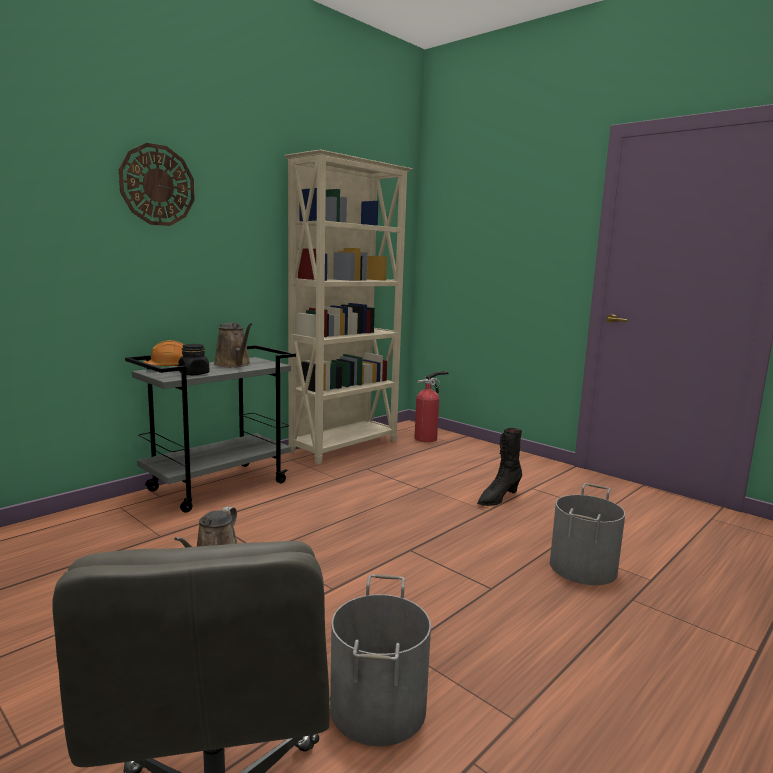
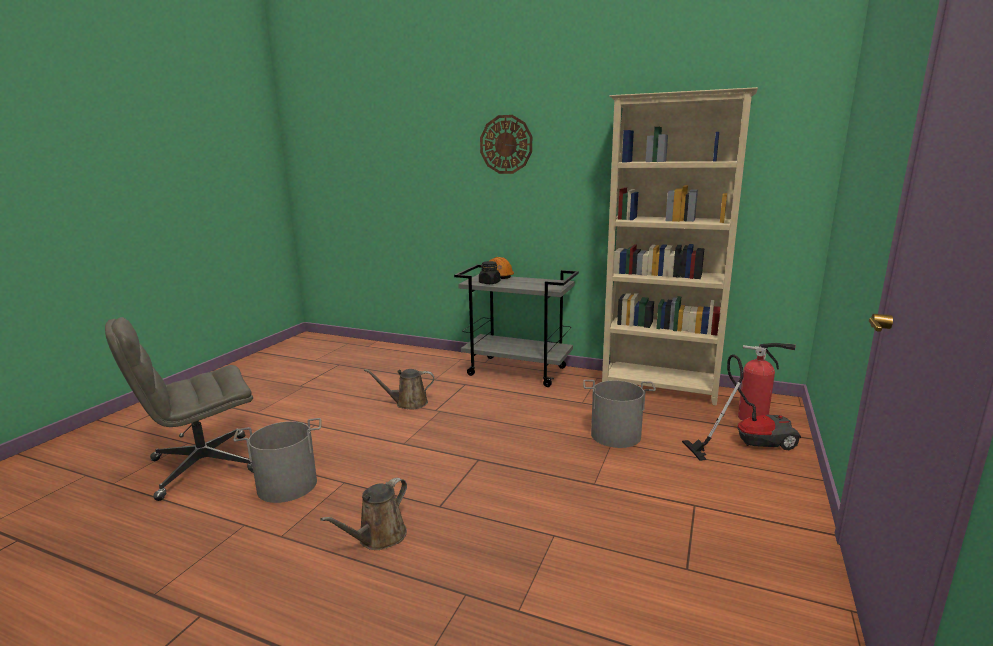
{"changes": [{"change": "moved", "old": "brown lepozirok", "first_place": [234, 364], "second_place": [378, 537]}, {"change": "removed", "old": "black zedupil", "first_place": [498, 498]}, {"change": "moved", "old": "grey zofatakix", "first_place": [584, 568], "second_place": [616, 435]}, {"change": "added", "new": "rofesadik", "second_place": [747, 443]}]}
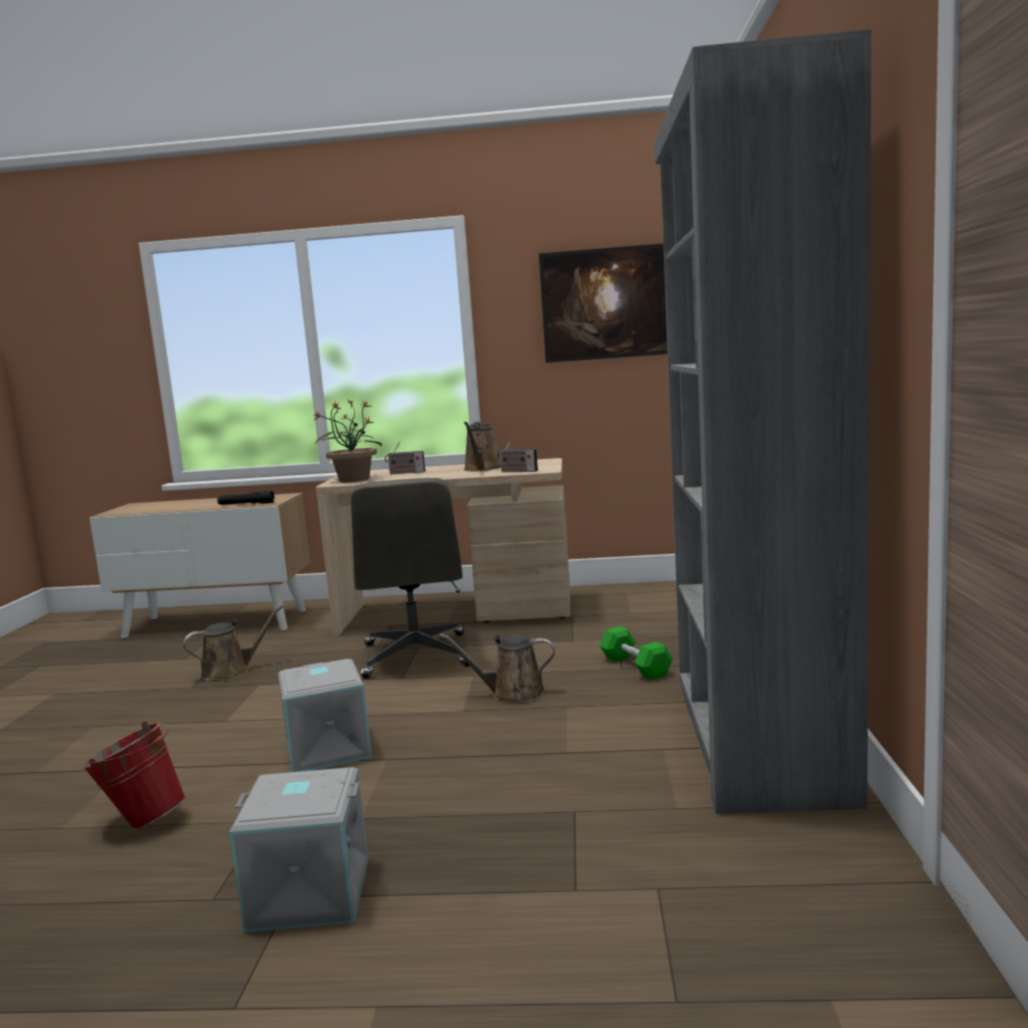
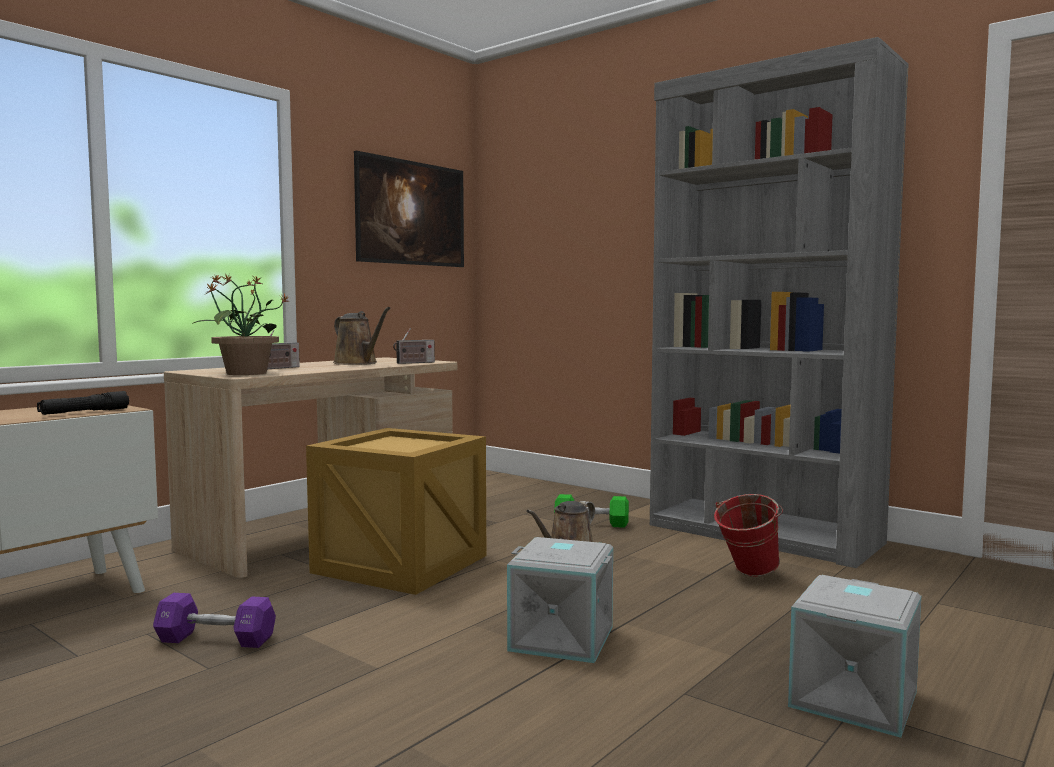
{"changes": [{"change": "replaced", "old": "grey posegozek", "new": "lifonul", "first_place": [416, 656], "second_place": [399, 564]}, {"change": "replaced", "old": "brown lepozirok", "new": "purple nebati", "first_place": [230, 672], "second_place": [216, 639]}, {"change": "moved", "old": "red zofatakix", "first_place": [142, 821], "second_place": [747, 574]}]}
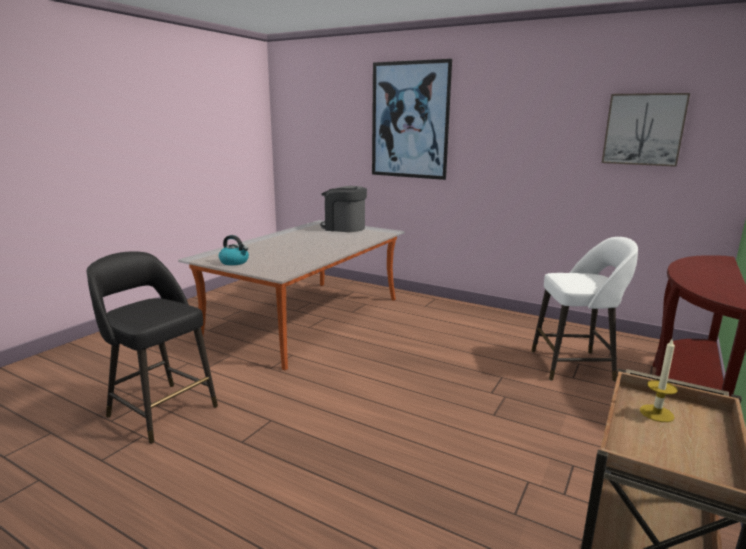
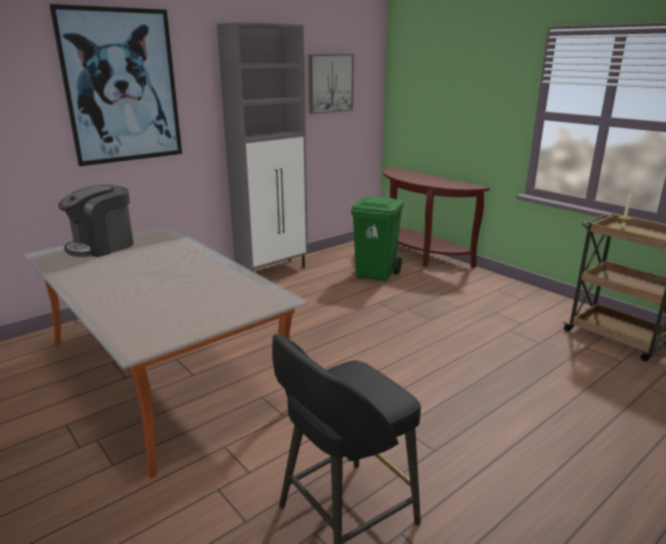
{"changes": [{"change": "removed", "old": "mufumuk", "first_place": [234, 262]}, {"change": "replaced", "old": "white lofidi", "new": "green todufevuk", "first_place": [574, 365], "second_place": [376, 274]}, {"change": "added", "new": "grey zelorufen", "second_place": [273, 271]}]}
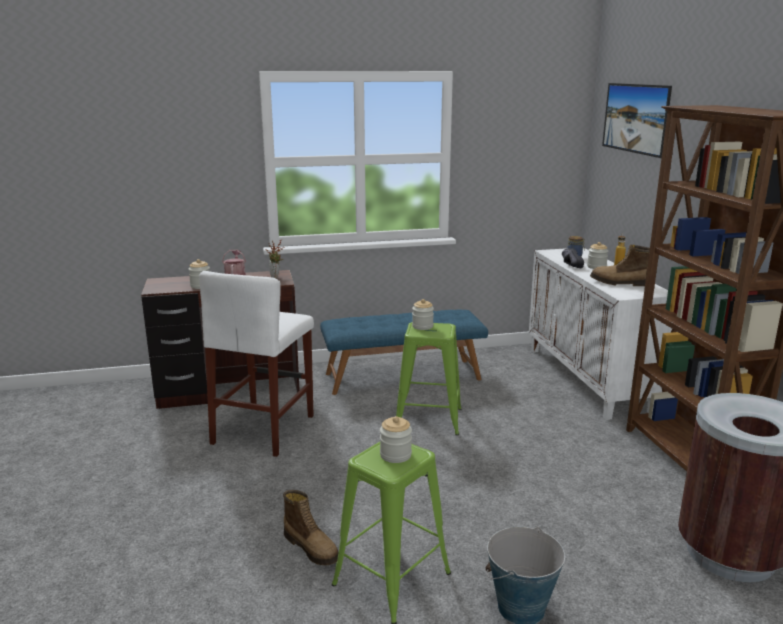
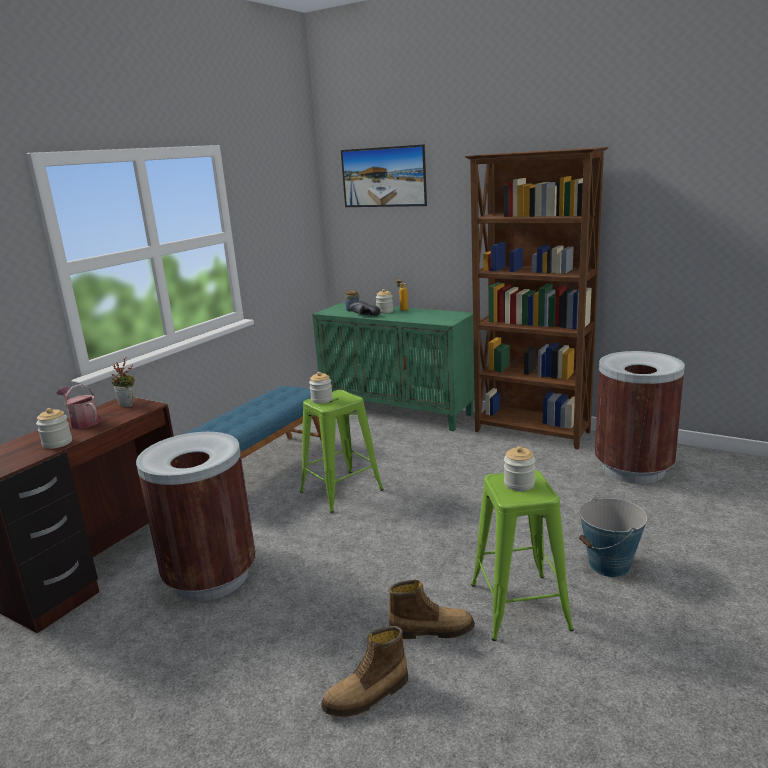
{"changes": [{"change": "moved", "old": "zedupil", "first_place": [619, 283], "second_place": [367, 696]}, {"change": "recoloured", "old": "white zelorufen", "new": "green zelorufen", "first_place": [589, 379], "second_place": [398, 411]}, {"change": "replaced", "old": "white lofidi", "new": "brown todufevuk", "first_place": [264, 429], "second_place": [210, 577]}]}
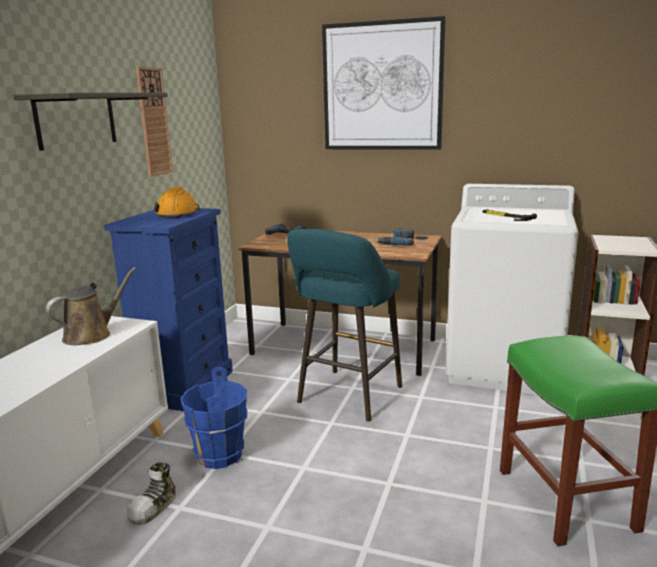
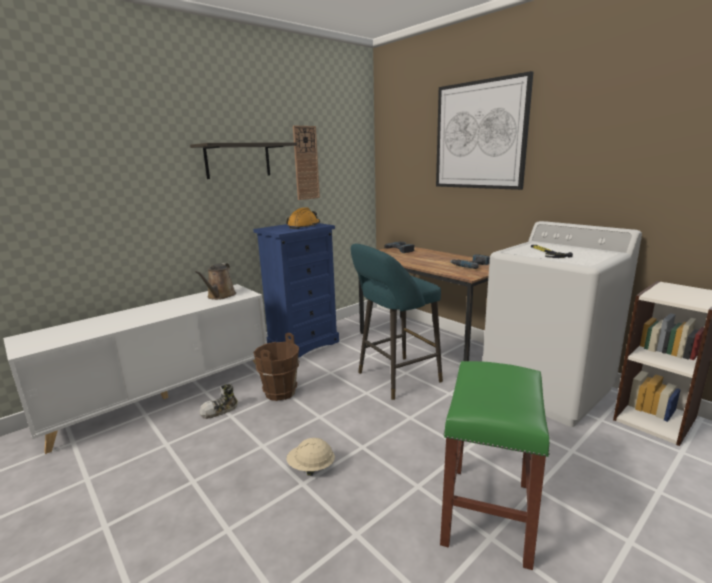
{"changes": [{"change": "turned", "old": "brown lepozirok", "first_place": [91, 335], "second_place": [220, 296], "degrees": 120}, {"change": "recoloured", "old": "blue zofatakix", "new": "brown zofatakix", "first_place": [219, 455], "second_place": [280, 392]}, {"change": "added", "new": "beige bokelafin", "second_place": [311, 468]}]}
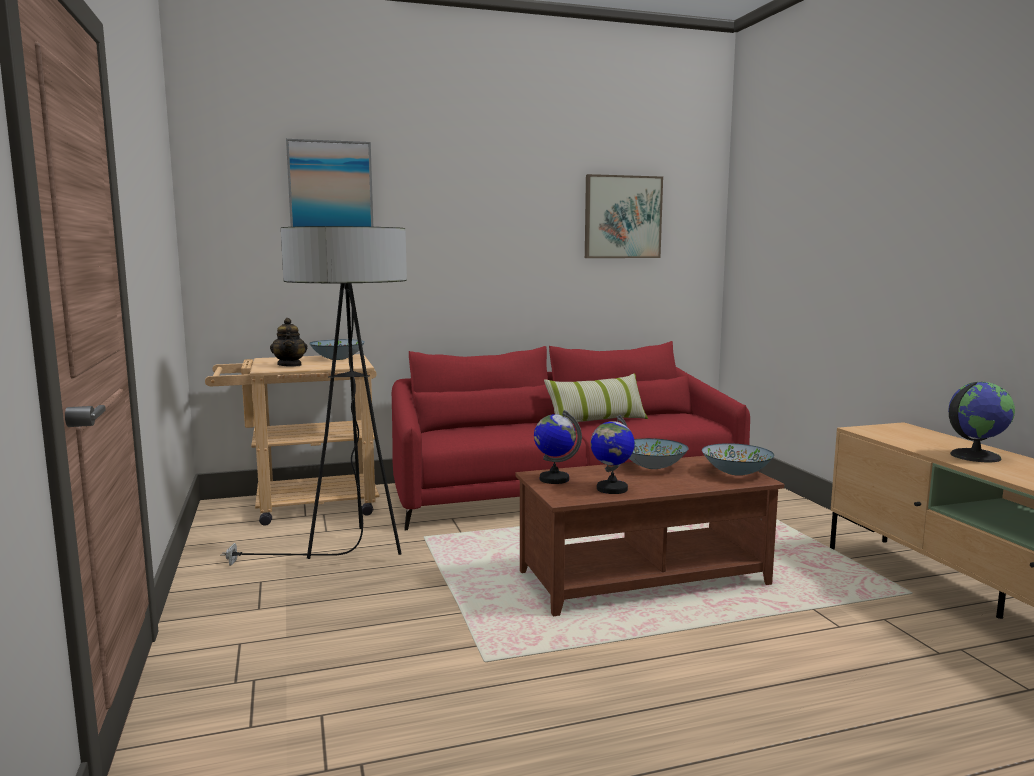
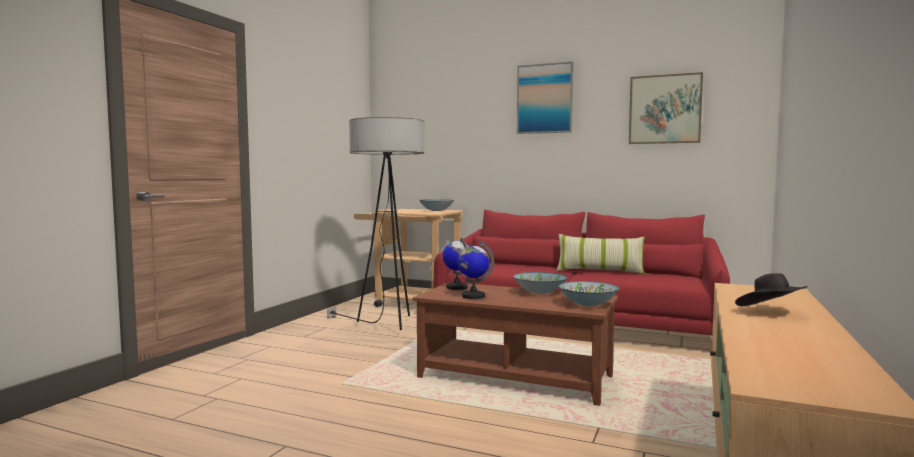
{"changes": [{"change": "moved", "old": "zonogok", "first_place": [330, 192], "second_place": [545, 99]}, {"change": "removed", "old": "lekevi", "first_place": [290, 365]}, {"change": "replaced", "old": "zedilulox", "new": "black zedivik", "first_place": [974, 456], "second_place": [770, 312]}]}
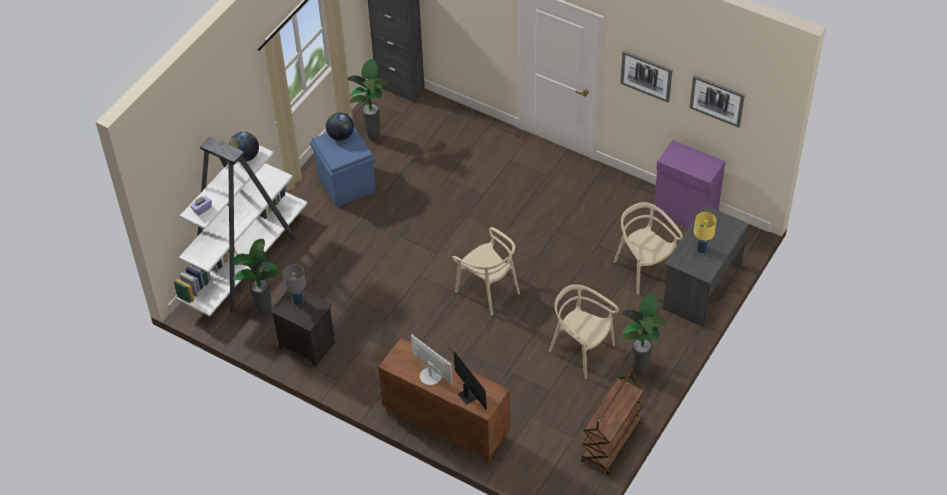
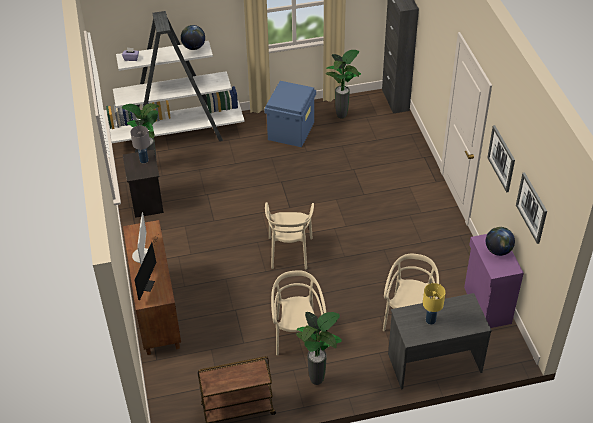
{"changes": [{"change": "moved", "old": "zedilulox", "first_place": [340, 135], "second_place": [498, 250]}]}
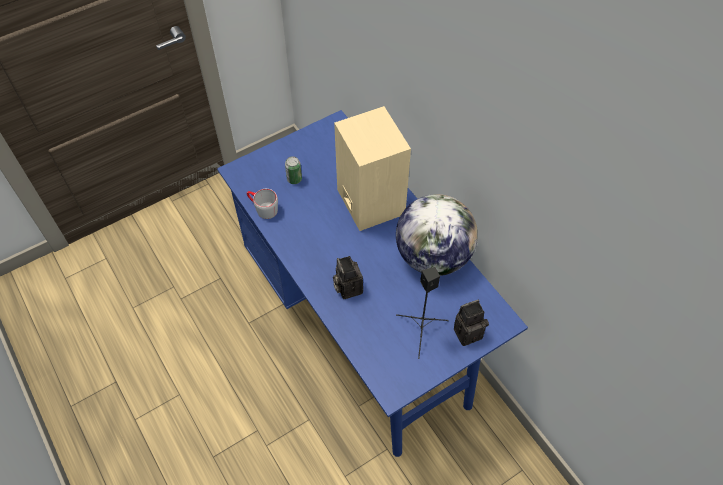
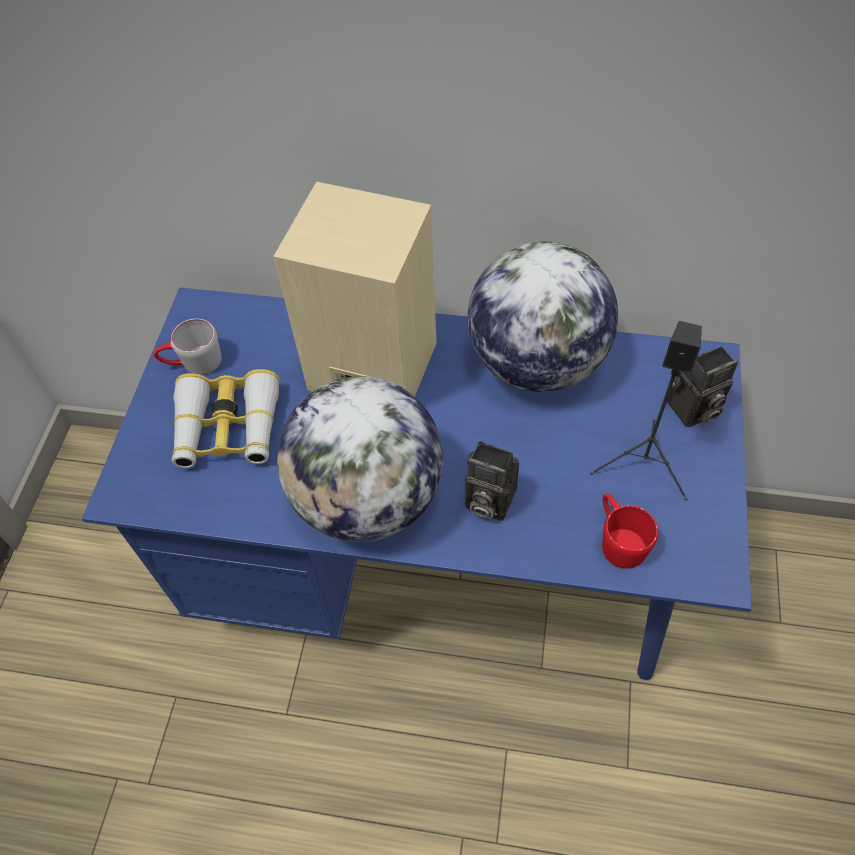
{"changes": [{"change": "replaced", "old": "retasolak", "new": "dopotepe", "first_place": [294, 179], "second_place": [228, 429]}, {"change": "moved", "old": "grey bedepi", "first_place": [262, 208], "second_place": [193, 363]}, {"change": "turned", "old": "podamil", "first_place": [468, 331], "second_place": [691, 411], "degrees": -135}, {"change": "added", "new": "zedilulox", "second_place": [368, 498]}, {"change": "added", "new": "red bedepi", "second_place": [617, 539]}]}
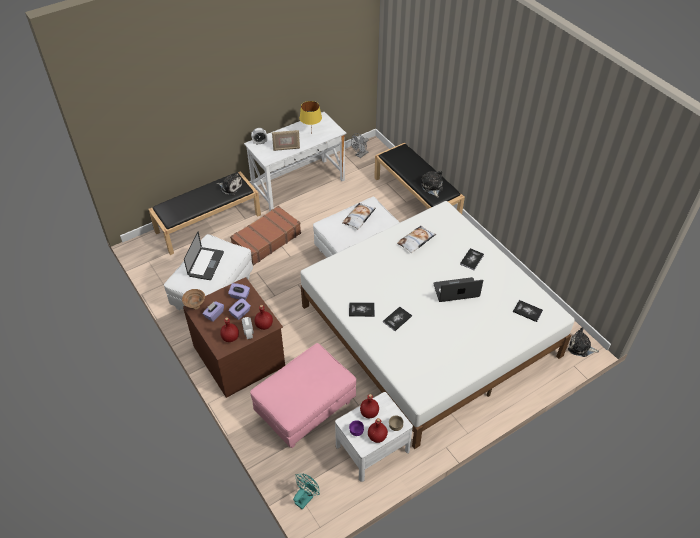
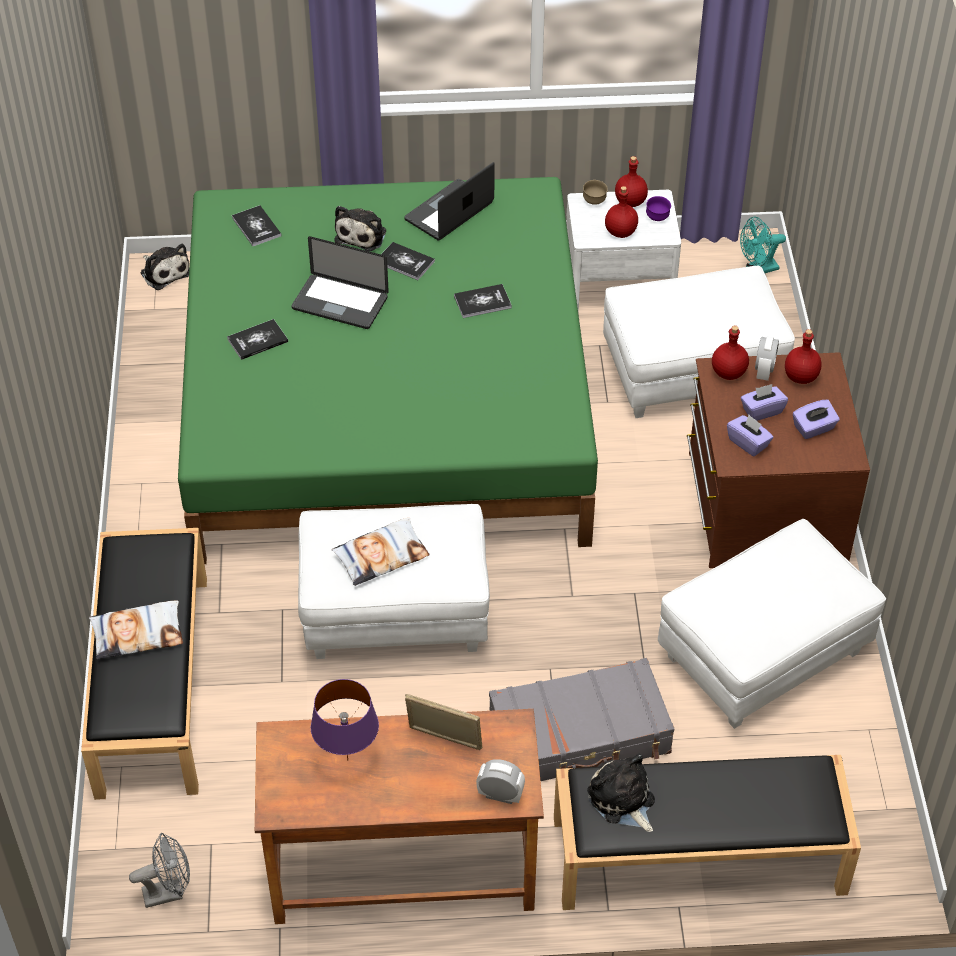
{"changes": [{"change": "recoloured", "old": "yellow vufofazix", "new": "purple vufofazix", "first_place": [311, 134], "second_place": [348, 760]}, {"change": "recoloured", "old": "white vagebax", "new": "brown vagebax", "first_place": [298, 185], "second_place": [402, 868]}, {"change": "moved", "old": "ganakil", "first_place": [432, 187], "second_place": [362, 234]}, {"change": "recoloured", "old": "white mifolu", "new": "green mifolu", "first_place": [428, 330], "second_place": [387, 401]}, {"change": "recoloured", "old": "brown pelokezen", "new": "grey pelokezen", "first_place": [266, 240], "second_place": [580, 736]}, {"change": "moved", "old": "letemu", "first_place": [416, 241], "second_place": [138, 634]}, {"change": "moved", "old": "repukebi", "first_place": [206, 264], "second_place": [449, 211]}, {"change": "removed", "old": "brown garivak", "first_place": [196, 307]}, {"change": "moved", "old": "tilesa", "first_place": [361, 310], "second_place": [405, 262]}, {"change": "recoloured", "old": "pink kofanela", "new": "white kofanela", "first_place": [305, 409], "second_place": [691, 375]}]}
